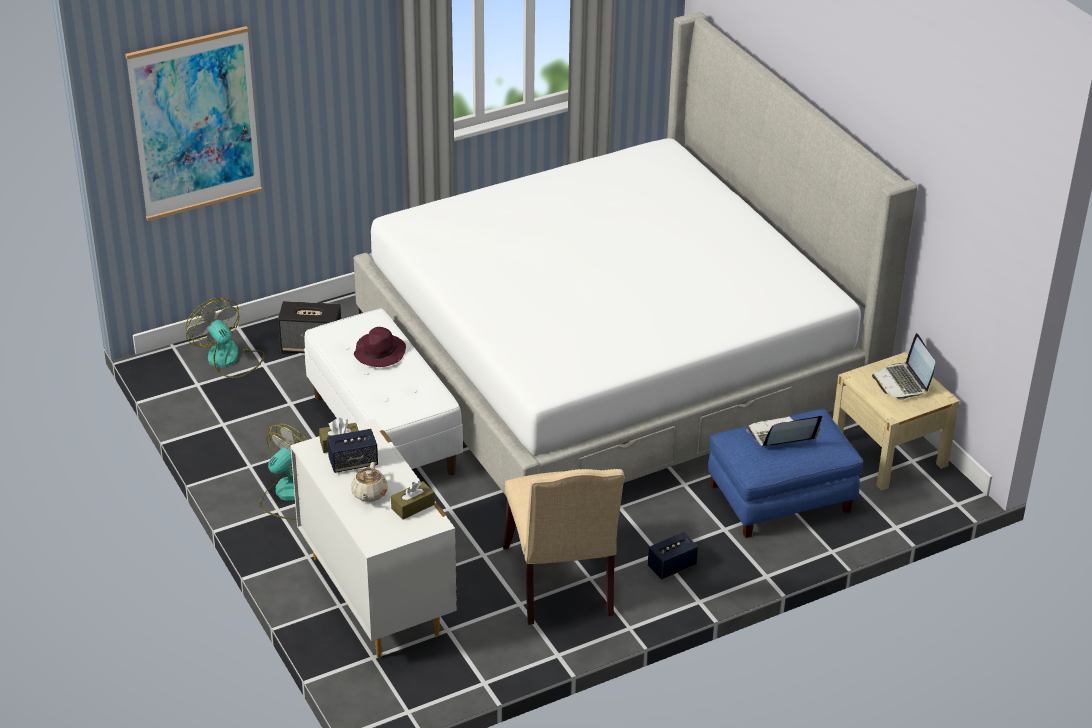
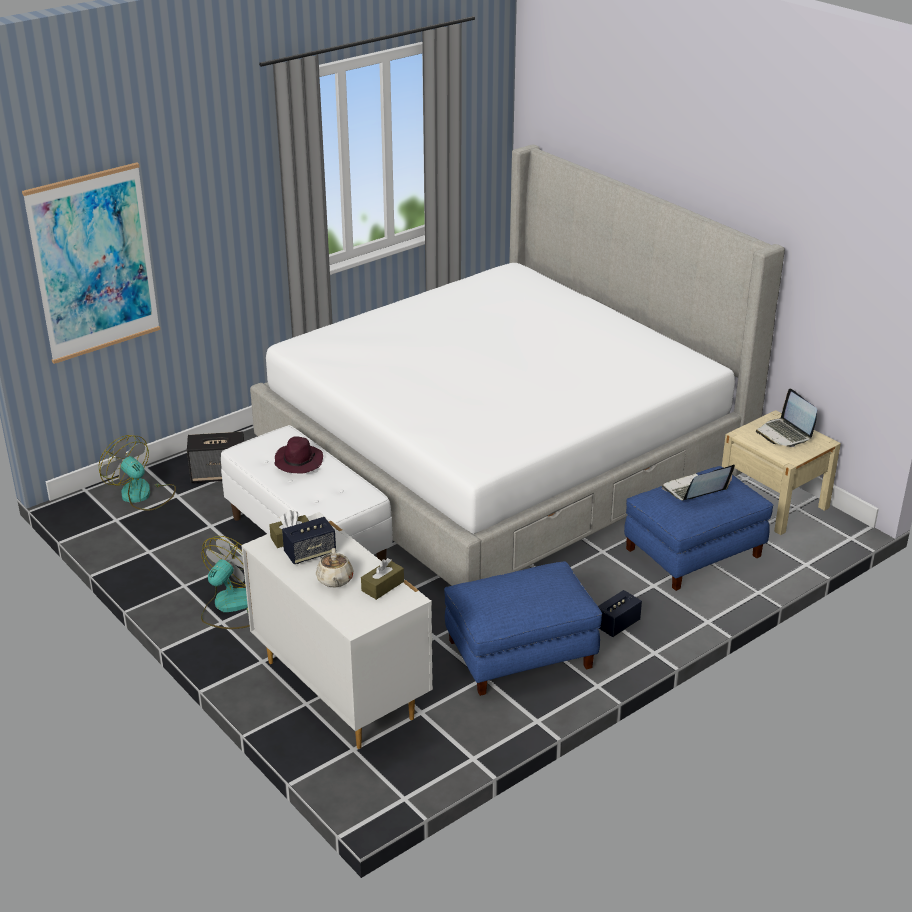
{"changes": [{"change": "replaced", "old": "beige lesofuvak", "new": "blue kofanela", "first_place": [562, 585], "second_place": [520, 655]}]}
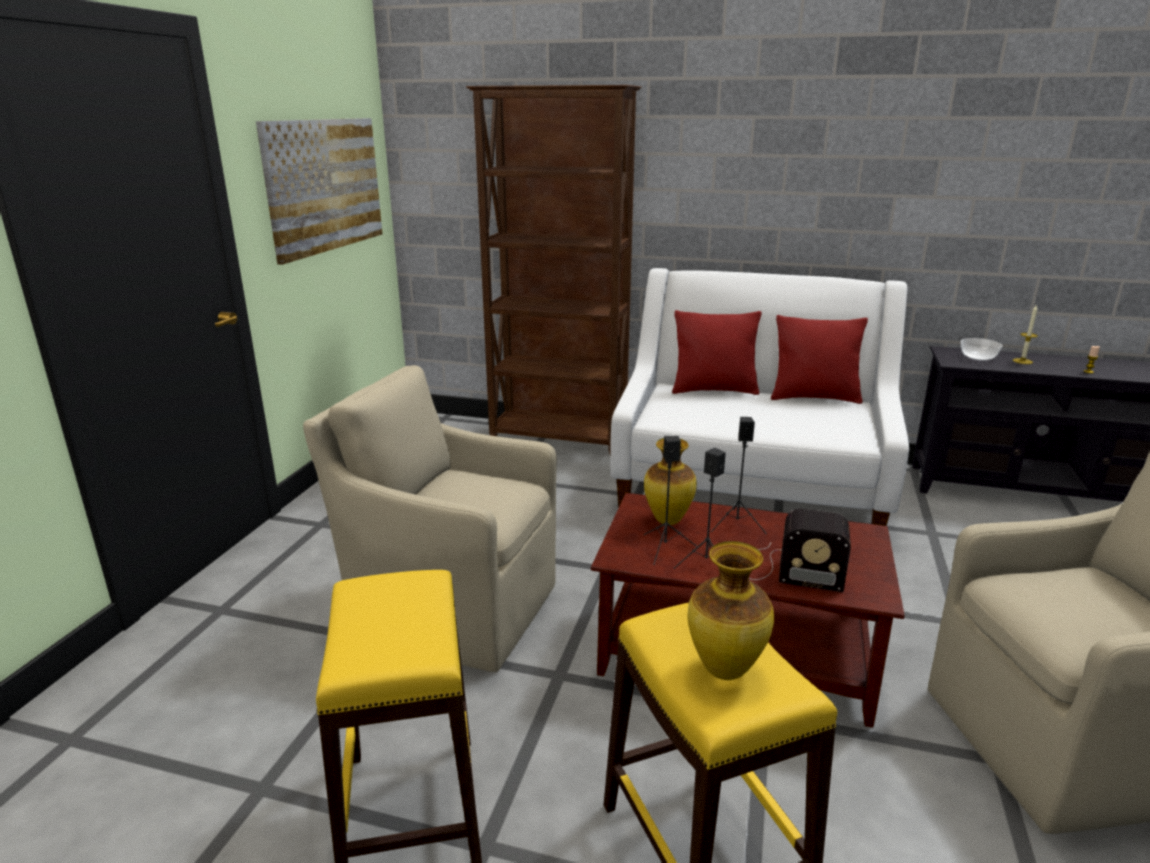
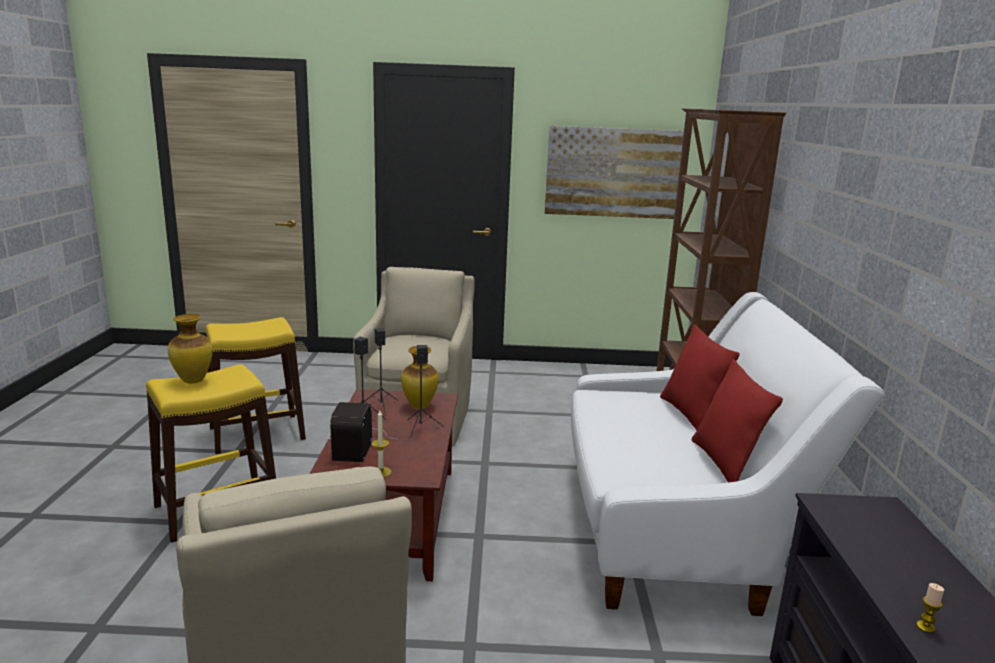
{"changes": [{"change": "moved", "old": "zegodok", "first_place": [1022, 361], "second_place": [380, 472]}, {"change": "removed", "old": "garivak", "first_place": [978, 357]}]}
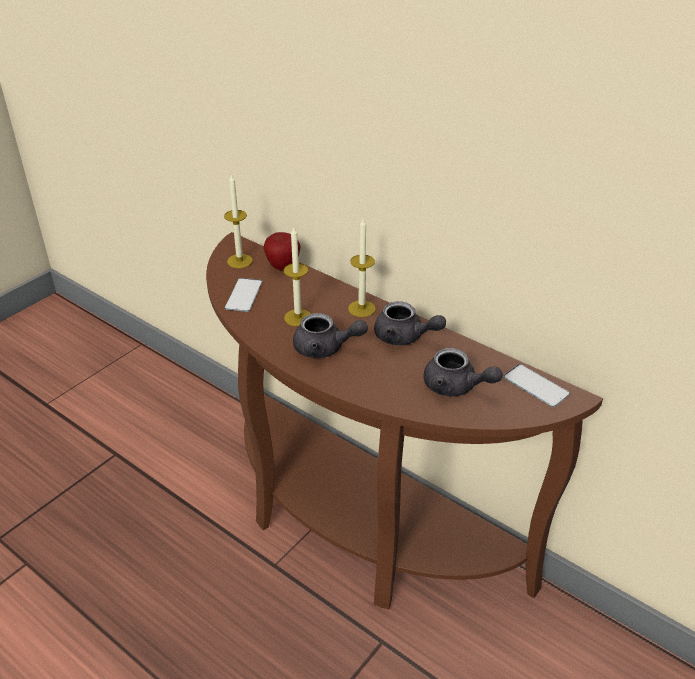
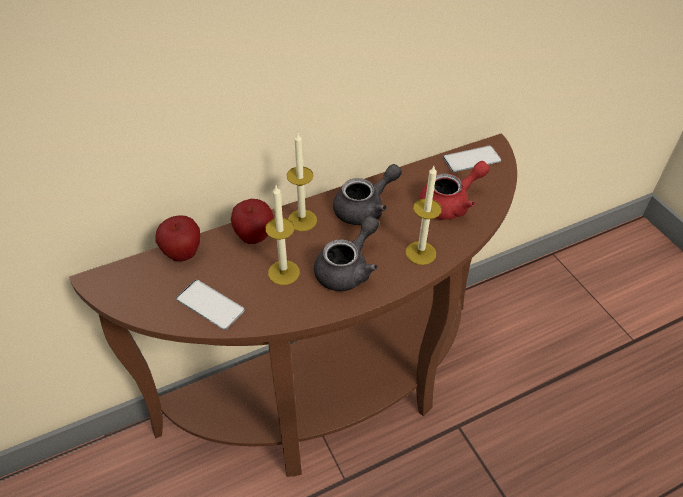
{"changes": [{"change": "moved", "old": "zegodok", "first_place": [240, 261], "second_place": [420, 253]}, {"change": "recoloured", "old": "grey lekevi", "new": "red lekevi", "first_place": [456, 387], "second_place": [450, 203]}, {"change": "added", "new": "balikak", "second_place": [254, 237]}]}
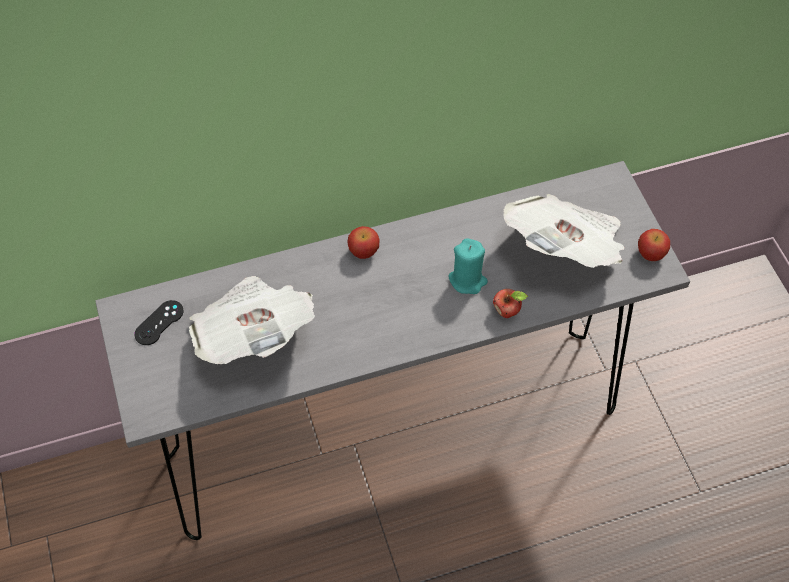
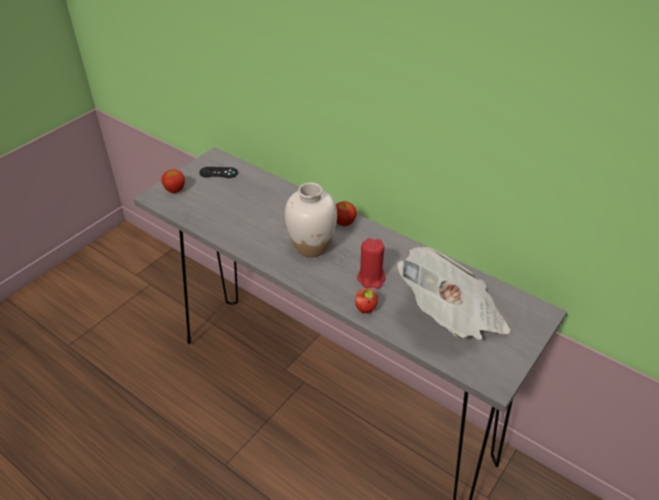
{"changes": [{"change": "moved", "old": "balikak", "first_place": [650, 254], "second_place": [175, 190]}, {"change": "recoloured", "old": "turquoise zegodok", "new": "red zegodok", "first_place": [467, 280], "second_place": [371, 278]}, {"change": "removed", "old": "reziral", "first_place": [254, 335]}, {"change": "added", "new": "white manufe", "second_place": [311, 246]}]}
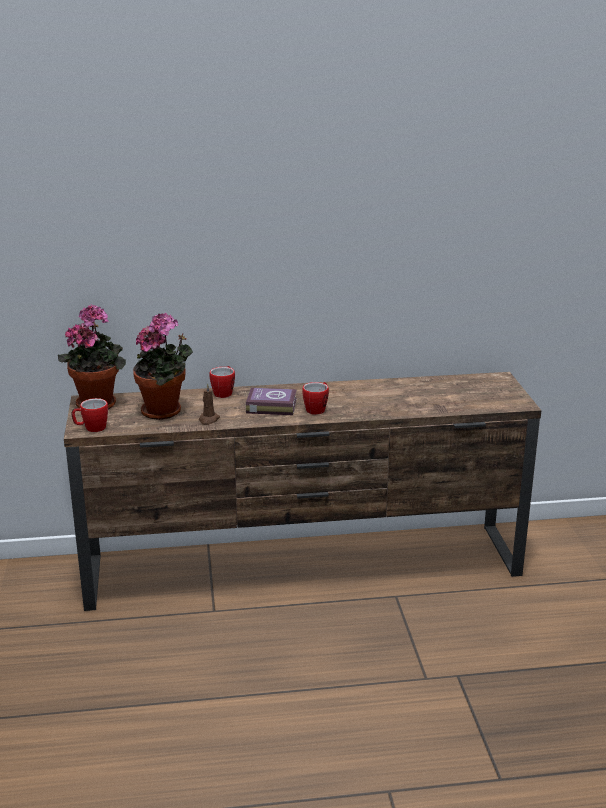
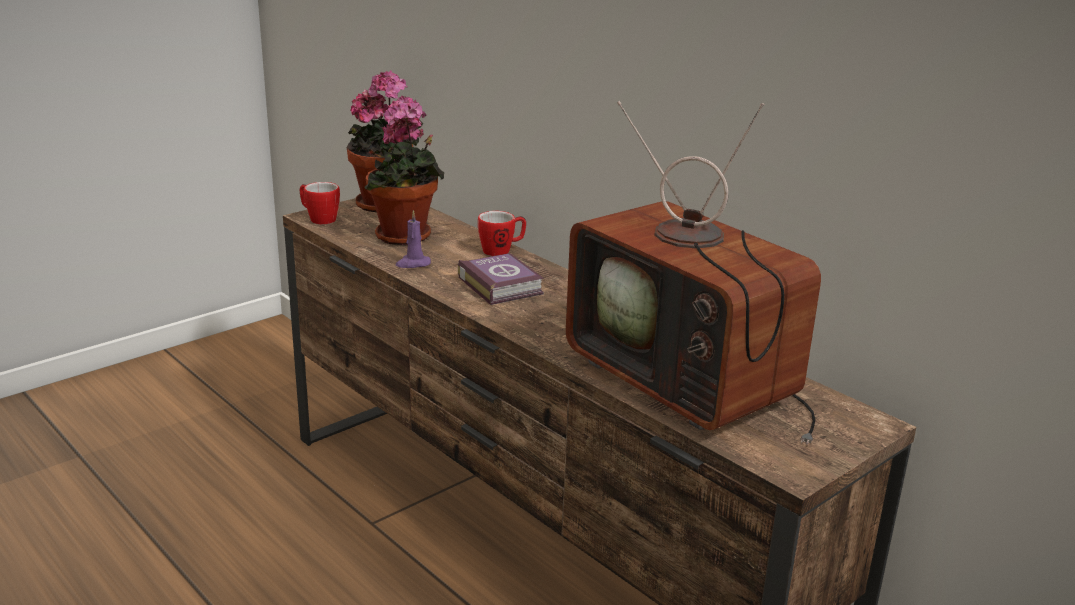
{"changes": [{"change": "removed", "old": "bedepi", "first_place": [317, 409]}, {"change": "recoloured", "old": "brown zegodok", "new": "purple zegodok", "first_place": [208, 420], "second_place": [413, 264]}, {"change": "added", "new": "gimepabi", "second_place": [689, 383]}]}
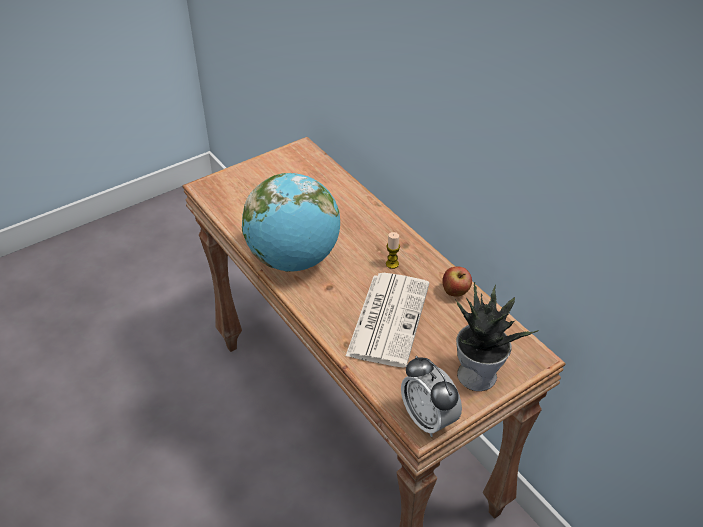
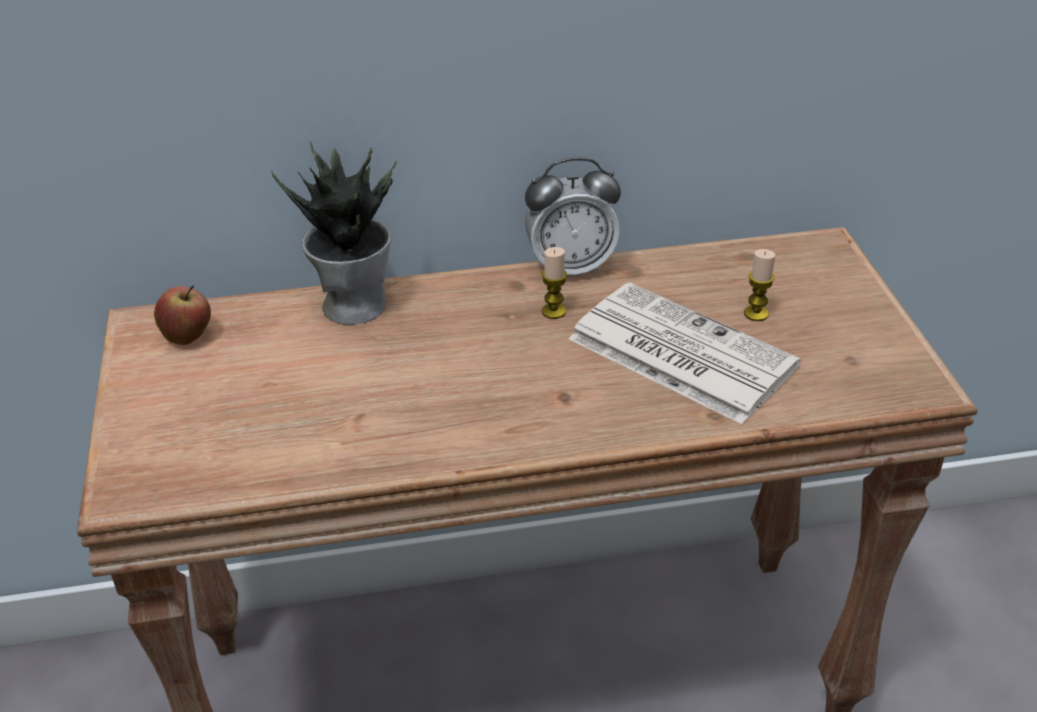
{"changes": [{"change": "removed", "old": "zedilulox", "first_place": [294, 259]}, {"change": "moved", "old": "balikak", "first_place": [455, 292], "second_place": [188, 337]}, {"change": "moved", "old": "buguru", "first_place": [478, 374], "second_place": [354, 303]}, {"change": "moved", "old": "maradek", "first_place": [428, 419], "second_place": [570, 267]}, {"change": "added", "new": "zegodok", "second_place": [756, 313]}]}
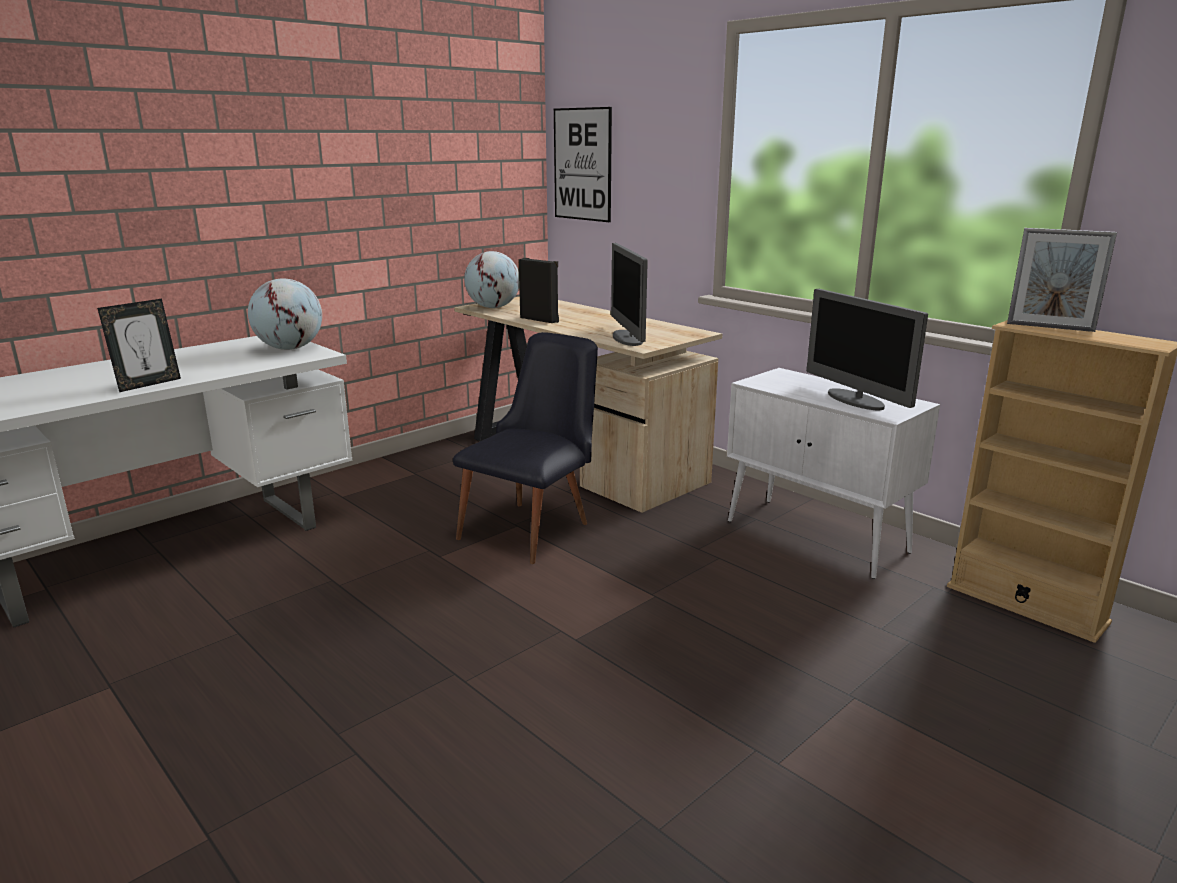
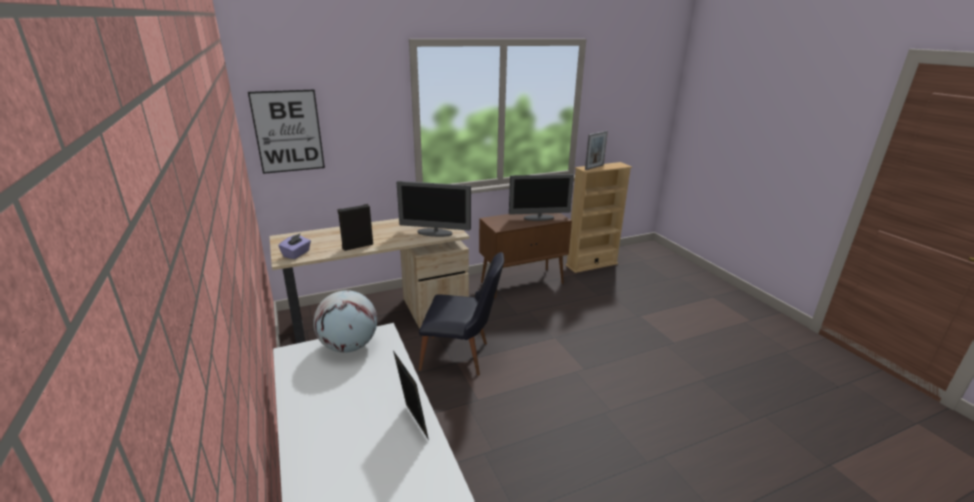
{"changes": [{"change": "replaced", "old": "zedilulox", "new": "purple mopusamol", "first_place": [493, 307], "second_place": [297, 254]}, {"change": "turned", "old": "black lesofuvak", "first_place": [534, 527], "second_place": [462, 357], "degrees": 135}, {"change": "recoloured", "old": "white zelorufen", "new": "brown zelorufen", "first_place": [817, 537], "second_place": [522, 283]}]}
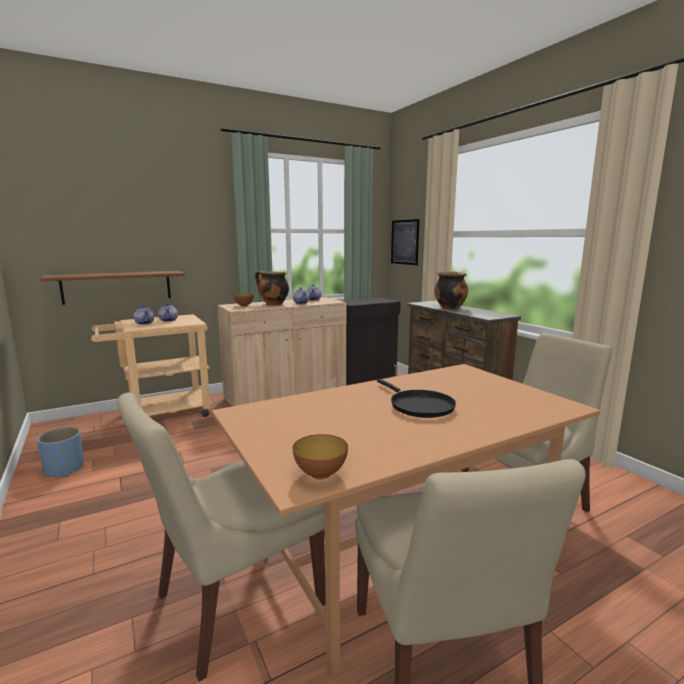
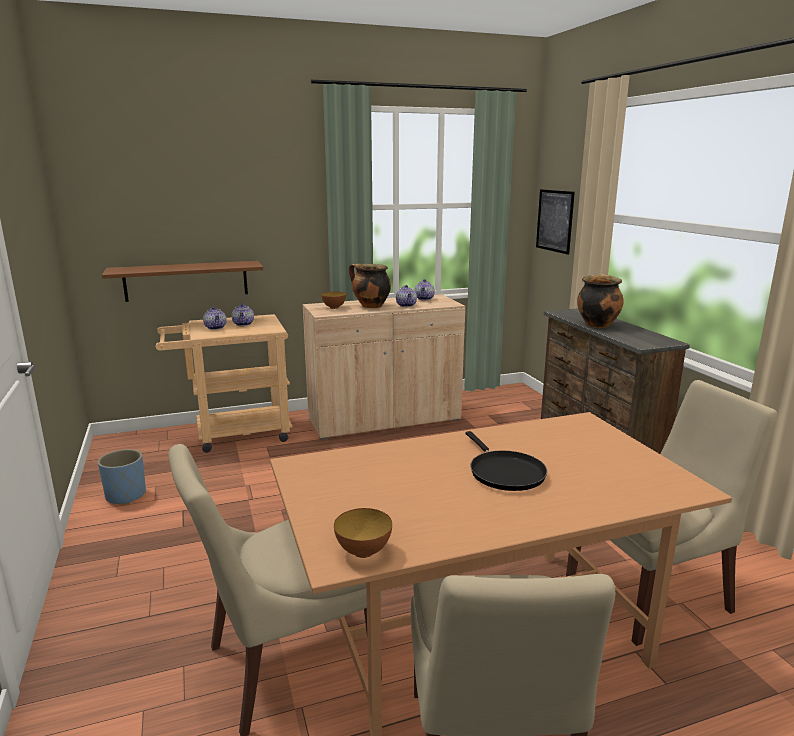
{"changes": [{"change": "removed", "old": "black zelorufen", "first_place": [365, 379]}]}
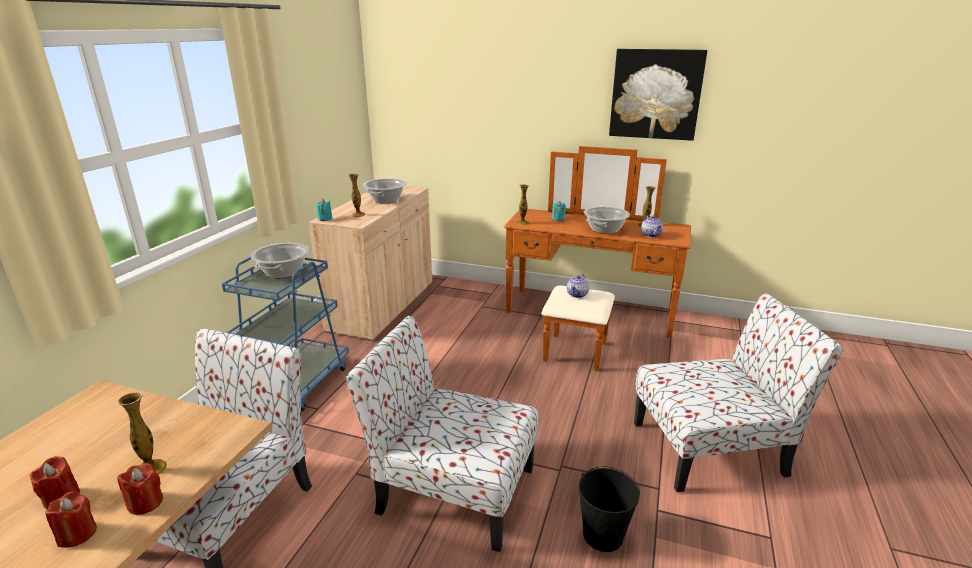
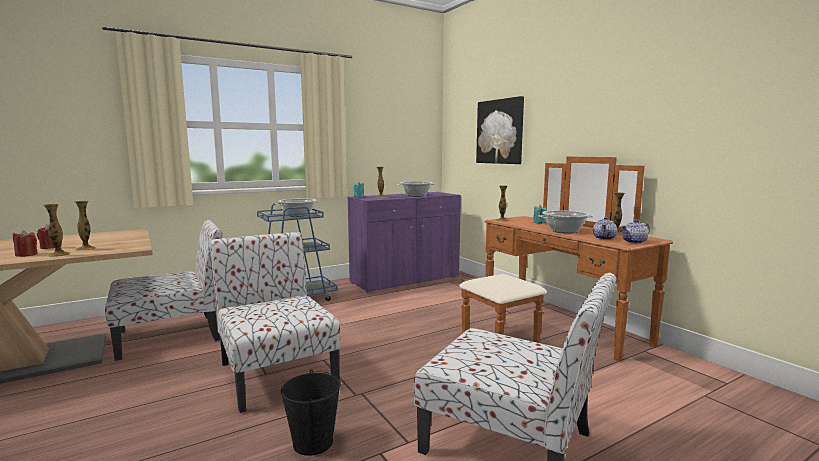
{"changes": [{"change": "moved", "old": "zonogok", "first_place": [655, 94], "second_place": [500, 131]}, {"change": "recoloured", "old": "beige zelorufen", "new": "purple zelorufen", "first_place": [383, 306], "second_place": [405, 280]}, {"change": "moved", "old": "lekevi", "first_place": [577, 294], "second_place": [634, 242]}, {"change": "replaced", "old": "red zegodok", "new": "manufe", "first_place": [146, 503], "second_place": [59, 254]}]}
